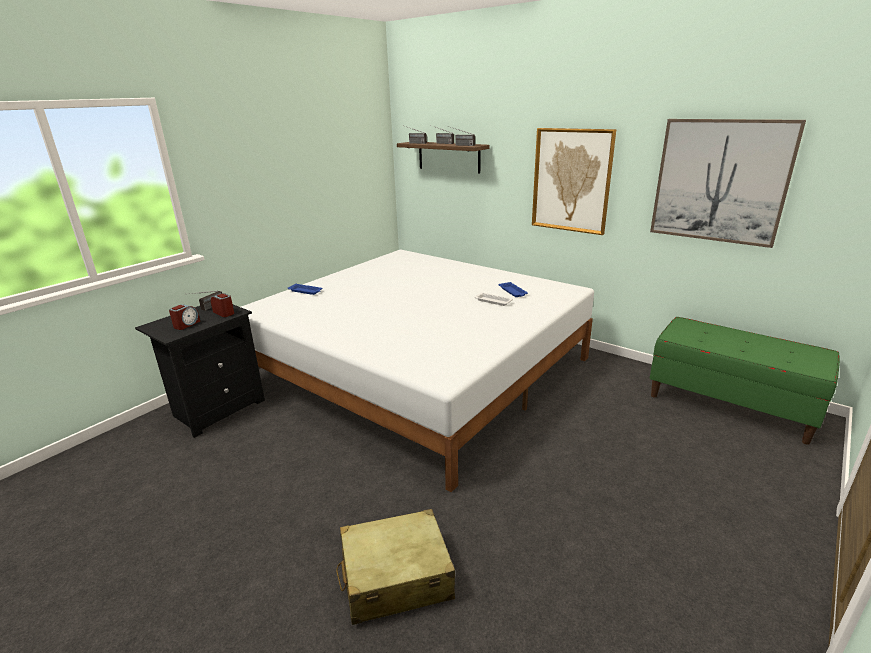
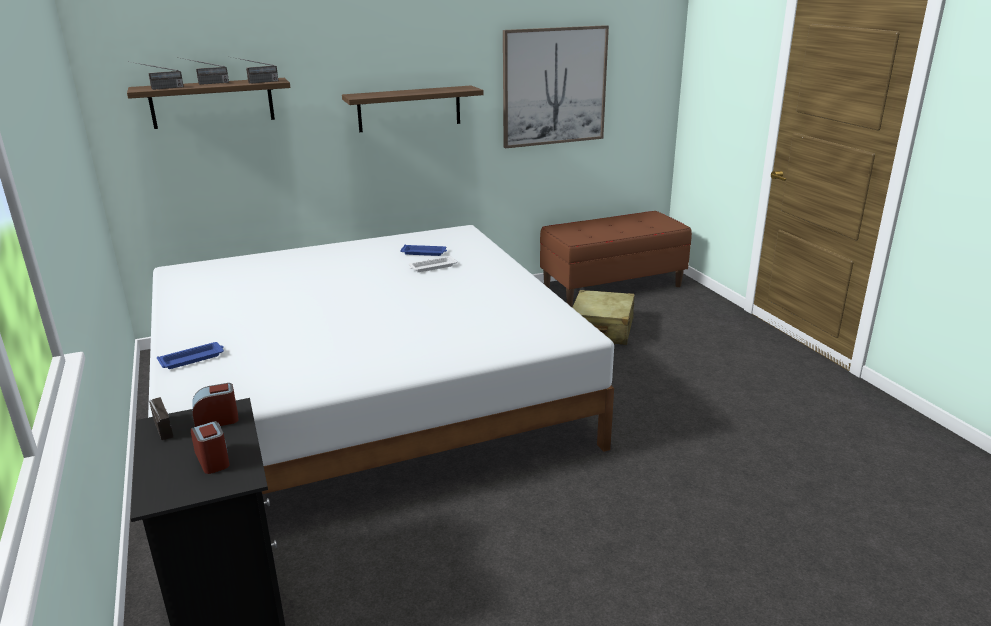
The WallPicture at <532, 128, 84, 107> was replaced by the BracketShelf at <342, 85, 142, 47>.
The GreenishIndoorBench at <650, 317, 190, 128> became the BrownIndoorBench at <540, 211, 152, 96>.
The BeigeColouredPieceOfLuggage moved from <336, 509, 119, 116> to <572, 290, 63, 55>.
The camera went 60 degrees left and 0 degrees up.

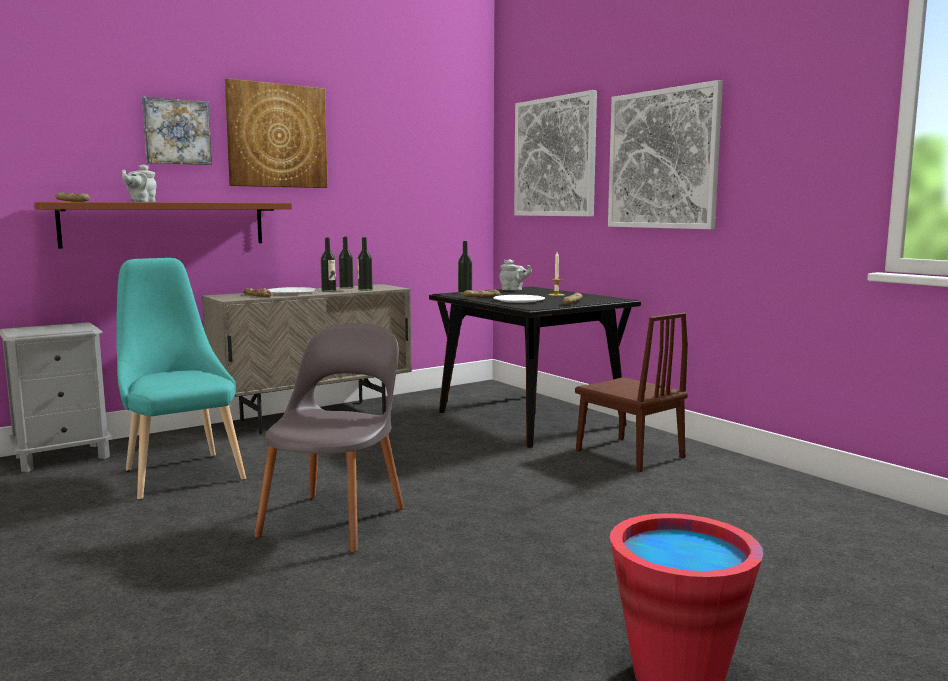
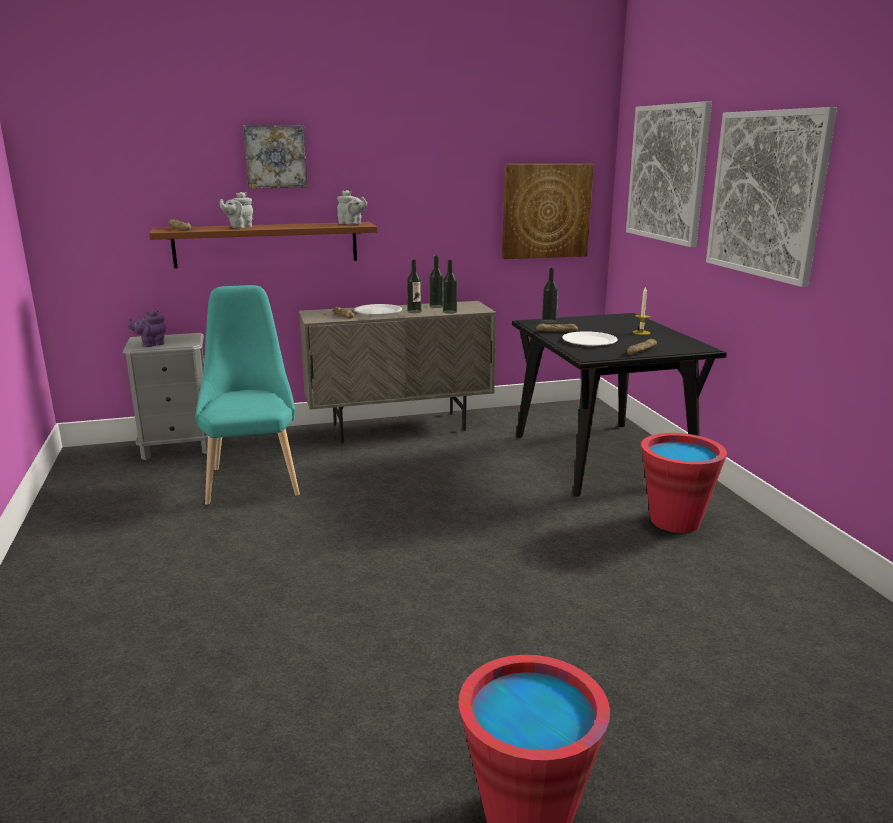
The WallPicture moved from <225, 78, 102, 110> to <502, 164, 92, 95>.
The GreyishTeapot moved from <499, 259, 33, 31> to <337, 190, 30, 35>.
The BrownUprightChair at <575, 312, 113, 160> was replaced by the RedPail at <641, 433, 86, 100>.
The GreyishUprightChair at <254, 323, 150, 229> disappeared.
The PurpleTeapot at <127, 310, 39, 37> appeared.
The camera went 20 degrees right and 10 degrees up.

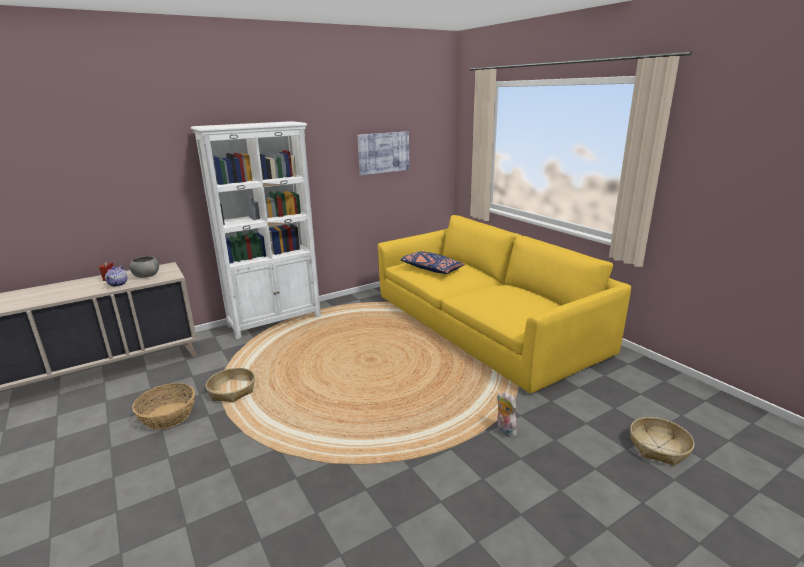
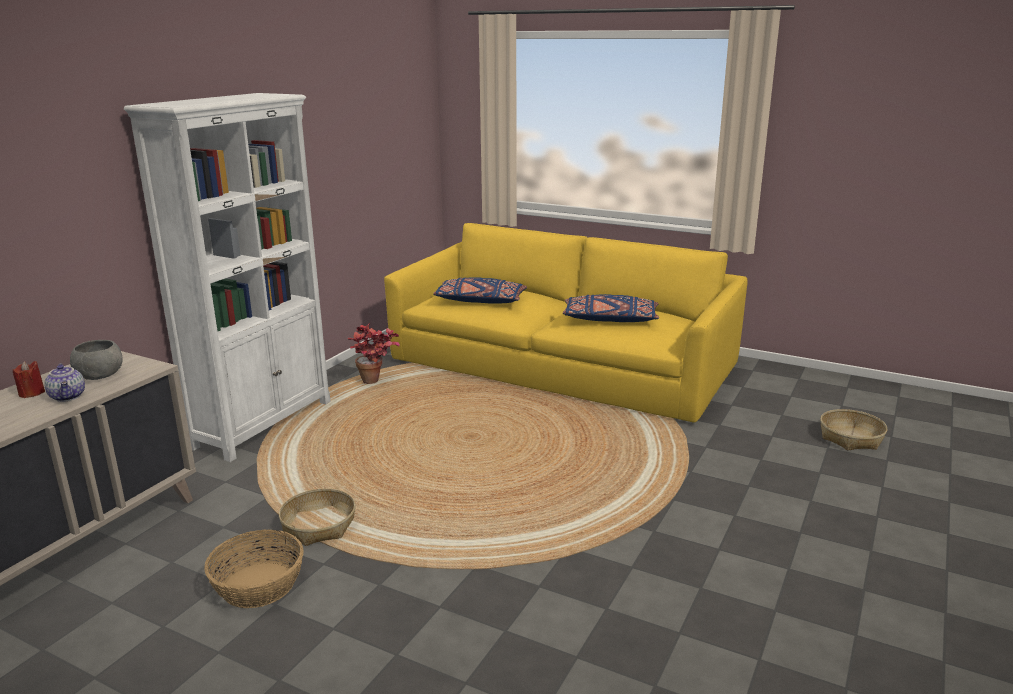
The WallPicture at <358, 131, 51, 44> disappeared.
The CuddlyToy at <497, 392, 21, 45> disappeared.
The BluishPillow at <563, 294, 96, 28> appeared.
The PottedPlant at <348, 323, 52, 61> appeared.
The camera went 30 degrees left and 0 degrees up.

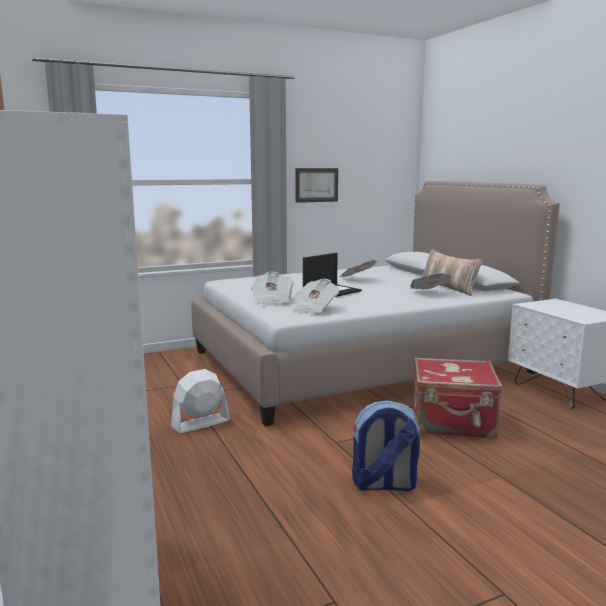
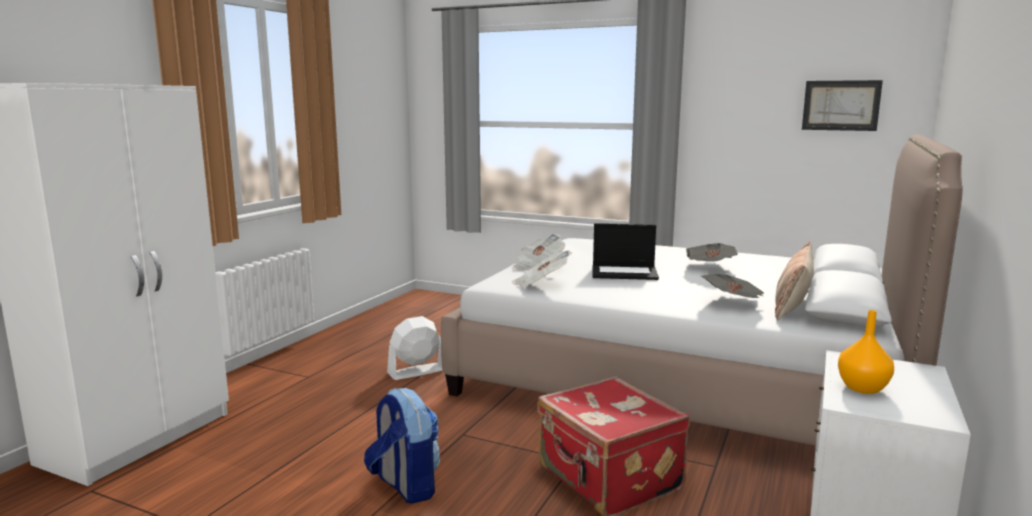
The WallPicture moved from <295, 168, 43, 35> to <802, 80, 81, 51>.
The WhiteColouredElectricFan at <171, 369, 59, 64> turned 45 degrees counterclockwise.
The OrangeColouredFlowerVase at <838, 310, 56, 84> appeared.
The camera went 50 degrees right and 0 degrees up.

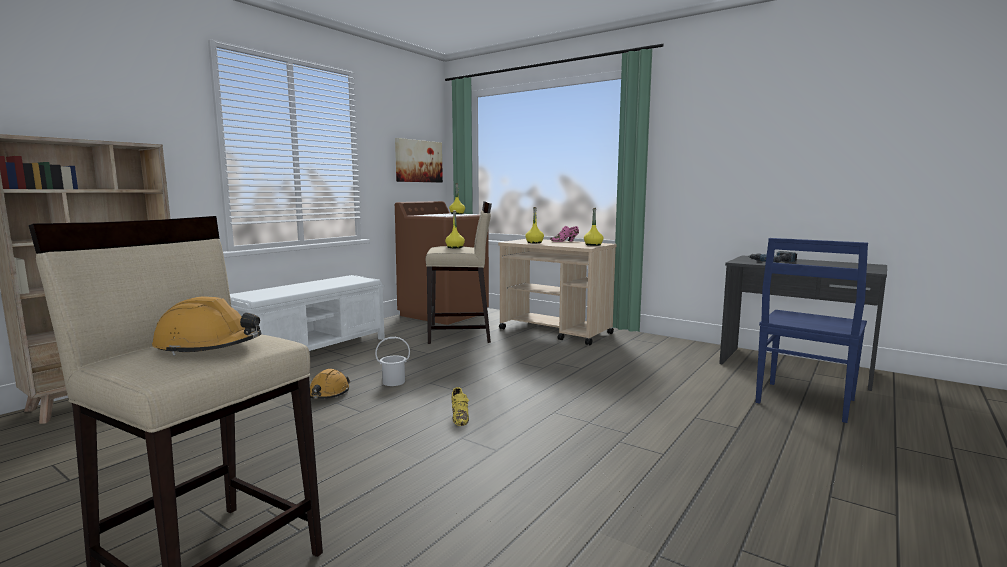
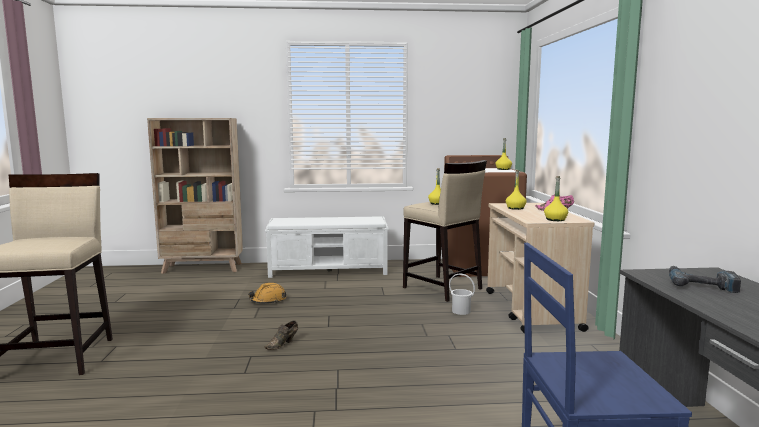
The WallPicture at <395, 138, 48, 45> disappeared.
The OrangeColouredWorkHelmet at <152, 296, 110, 60> disappeared.
The WhiteColouredPail moved from <375, 337, 35, 49> to <449, 273, 26, 42>.
The YellowishShoe at <451, 387, 18, 39> became the BrownShoe at <265, 321, 33, 29>.
The camera went 50 degrees right and 0 degrees up.

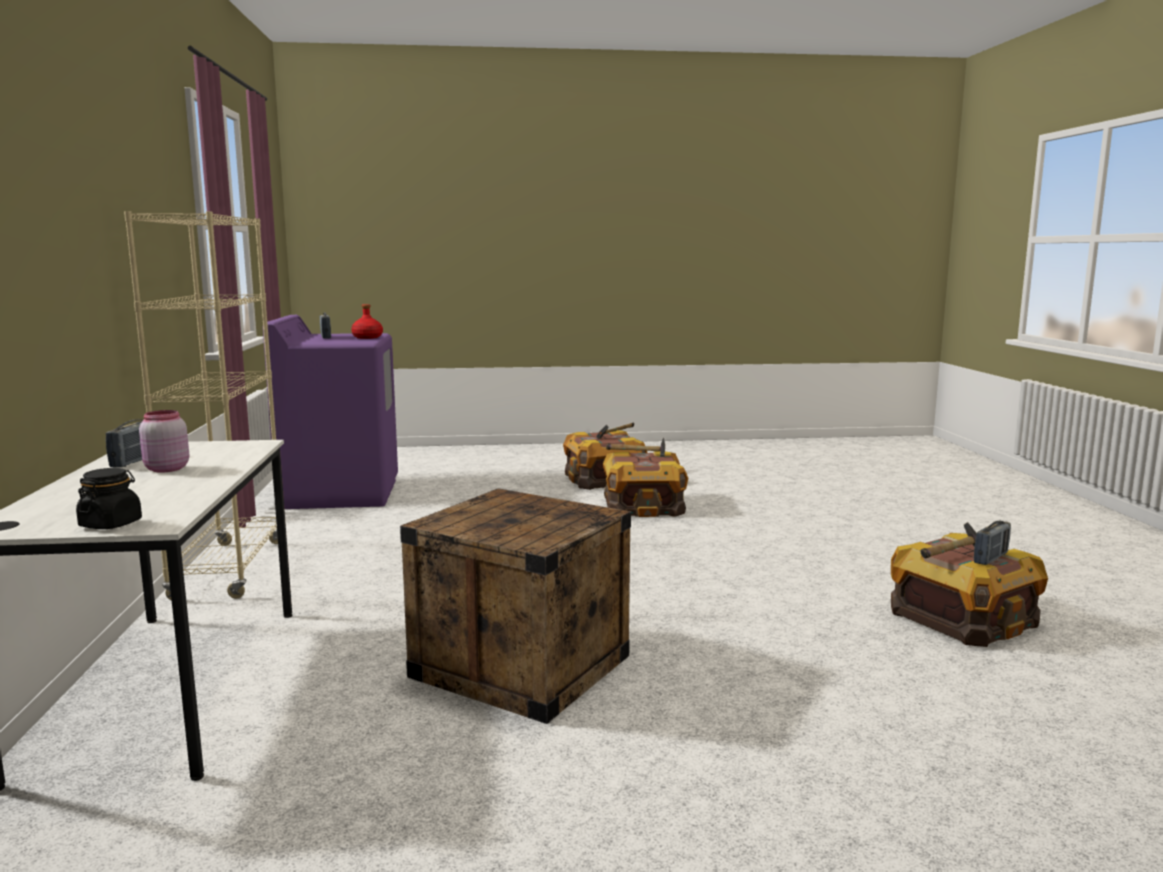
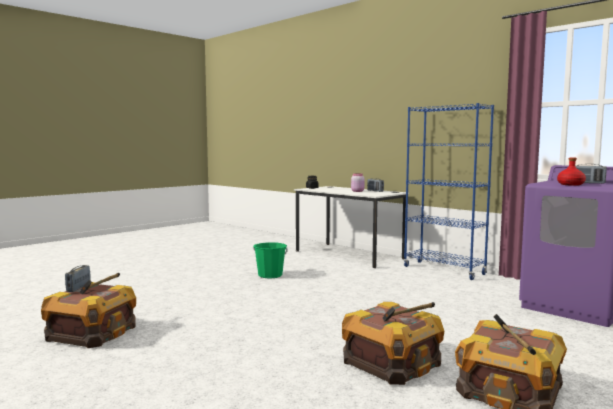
The BeigeColouredBookshelf at <124, 211, 154, 389> became the BluishBookshelf at <403, 103, 91, 177>.
The PackingCrate at <400, 488, 231, 236> was replaced by the GreenishPail at <253, 242, 35, 36>.
The camera went 140 degrees right and 5 degrees down.

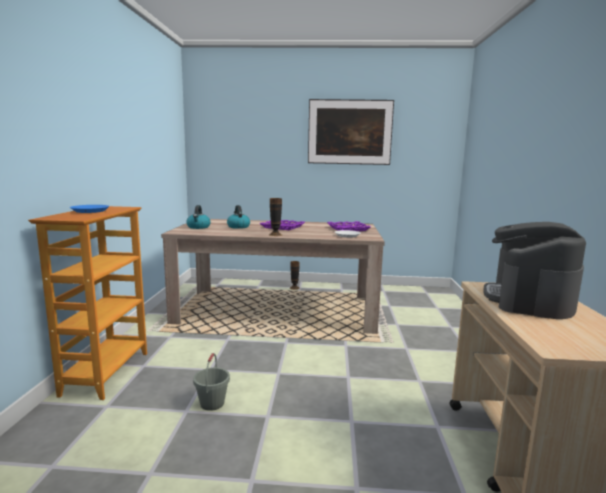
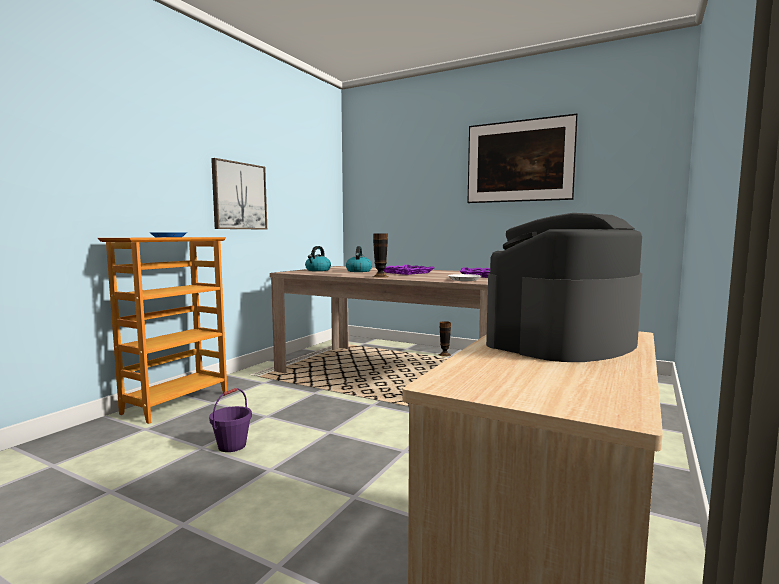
The GreyishPail at <193, 353, 37, 58> became the PurplePail at <209, 388, 43, 64>.
The WallPicture at <211, 158, 56, 72> appeared.
The camera went 25 degrees right and 5 degrees down.

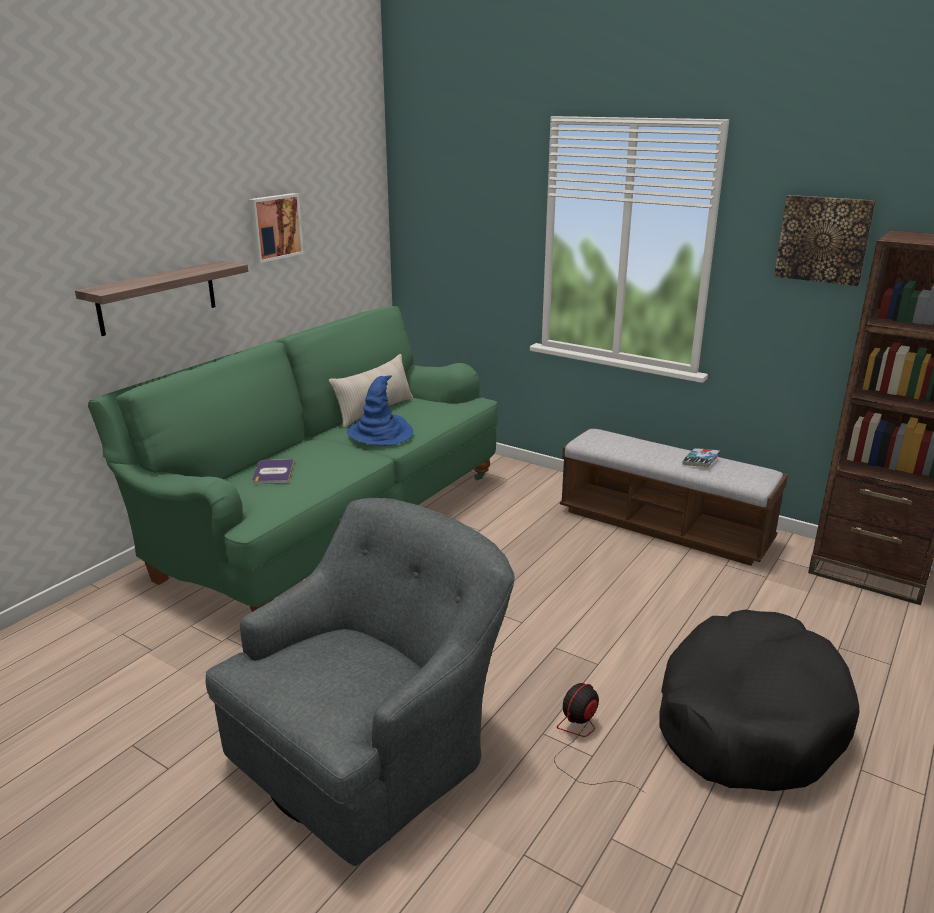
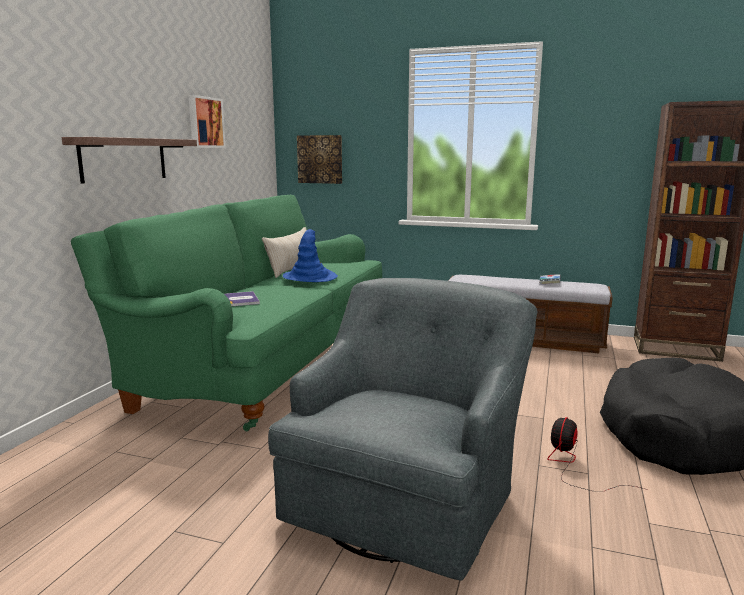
The WallPicture moved from <774, 195, 102, 91> to <297, 135, 45, 49>.
The camera went 15 degrees left and 10 degrees down.

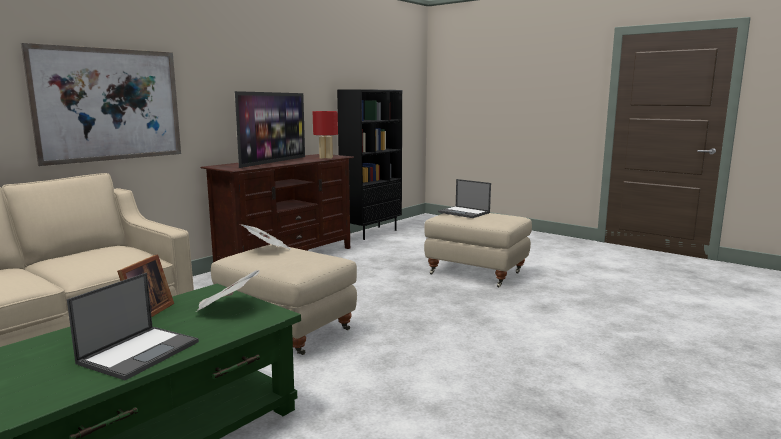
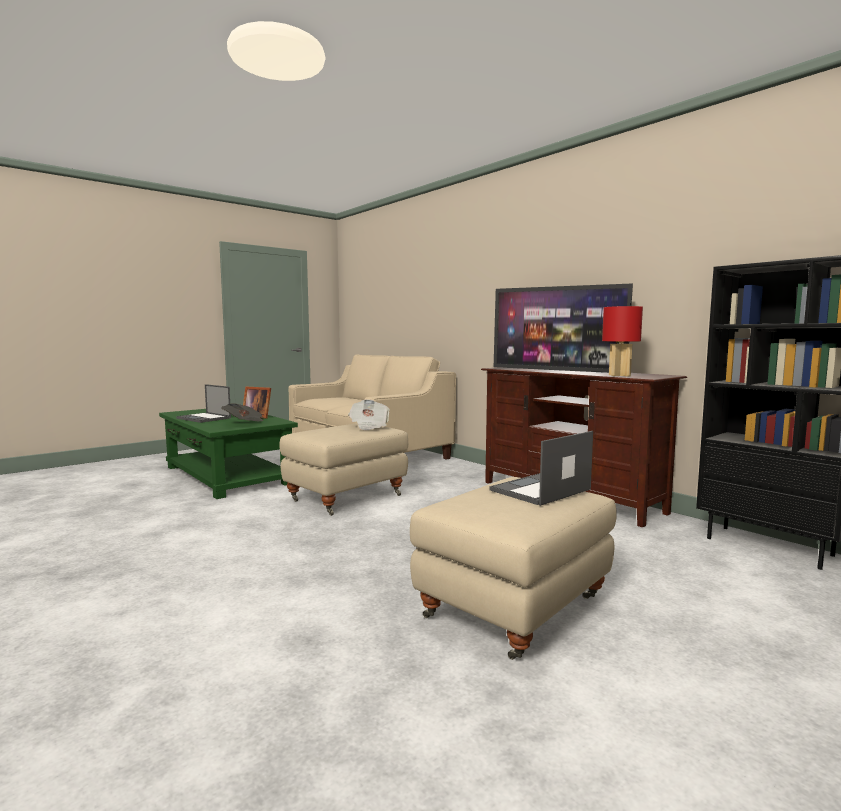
The WallPicture at <21, 43, 160, 123> disappeared.
The camera went 100 degrees right and 5 degrees down.

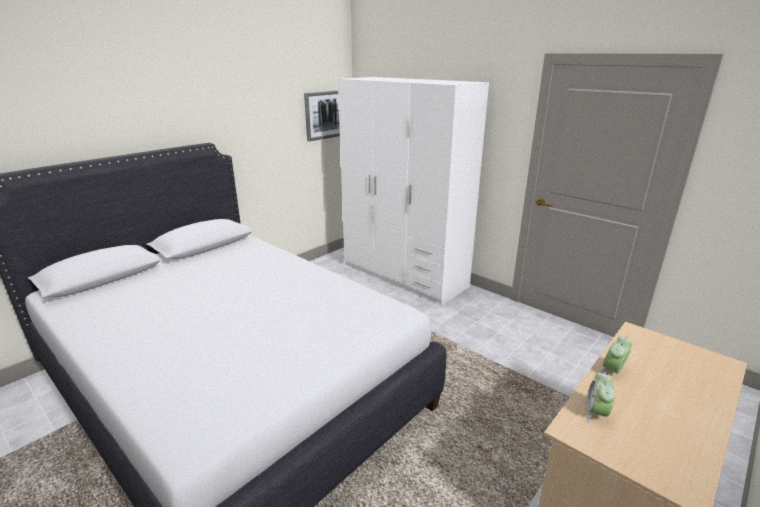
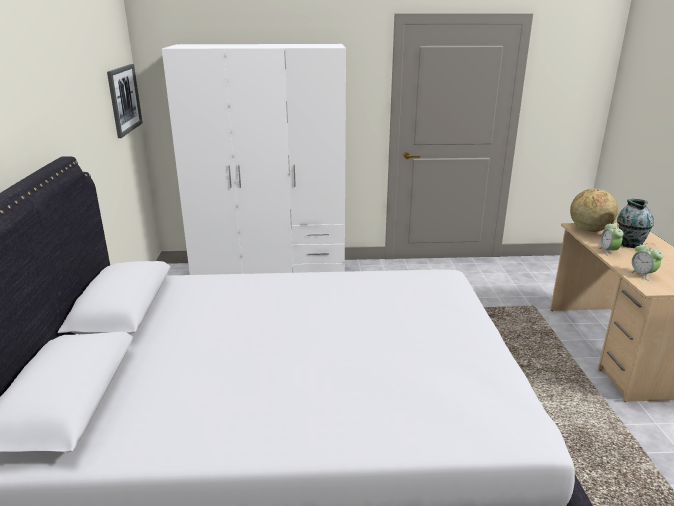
The WorldGlobe at <570, 188, 48, 44> appeared.
The FlowerVase at <617, 199, 37, 49> appeared.
The camera went 45 degrees left and 0 degrees up.

